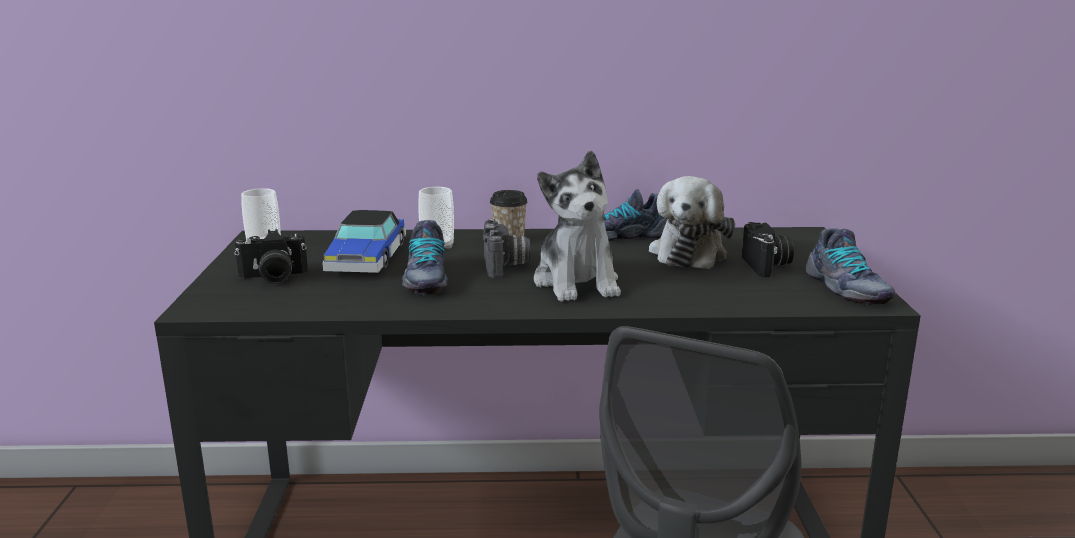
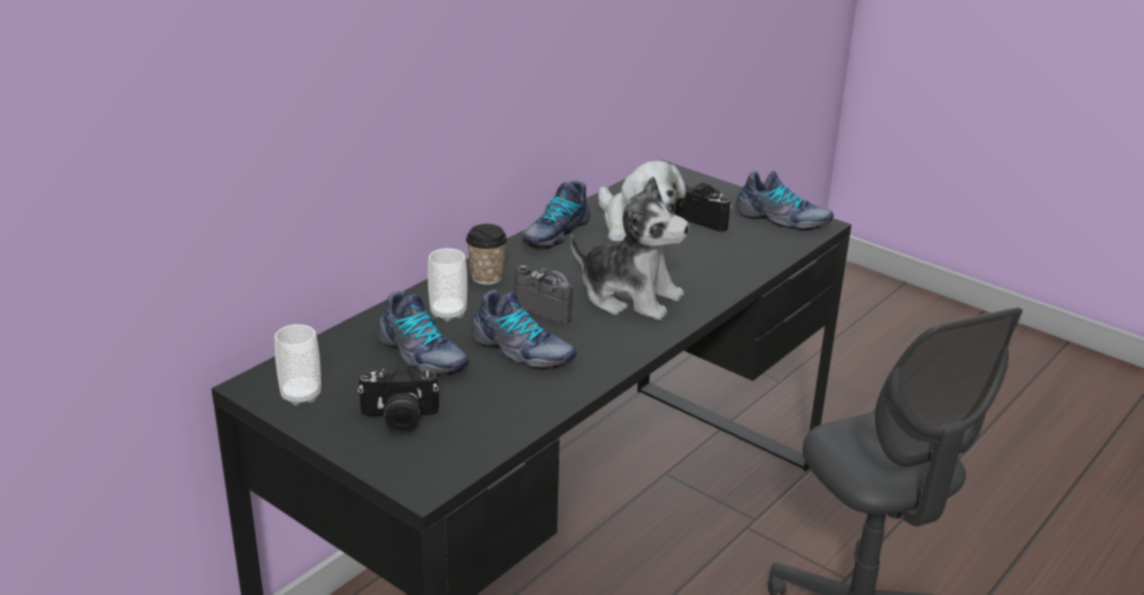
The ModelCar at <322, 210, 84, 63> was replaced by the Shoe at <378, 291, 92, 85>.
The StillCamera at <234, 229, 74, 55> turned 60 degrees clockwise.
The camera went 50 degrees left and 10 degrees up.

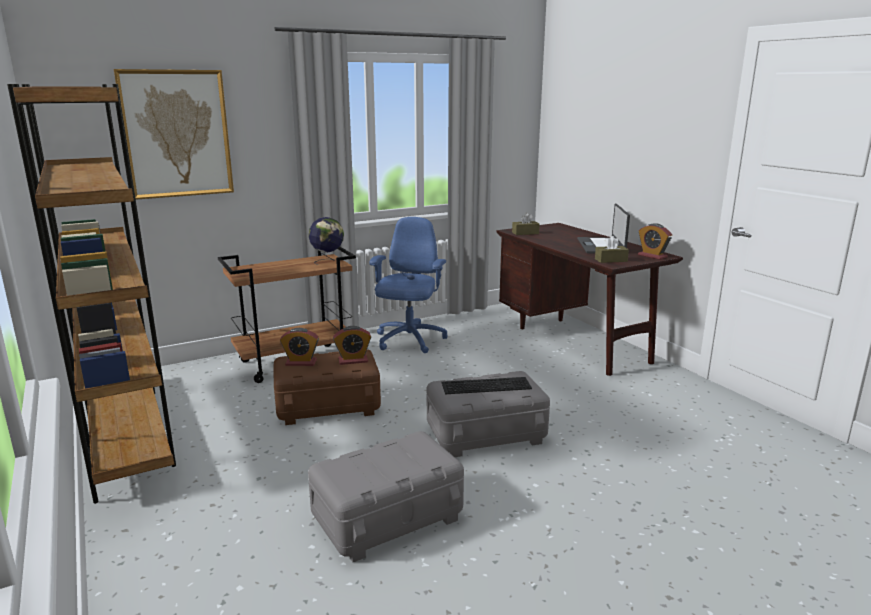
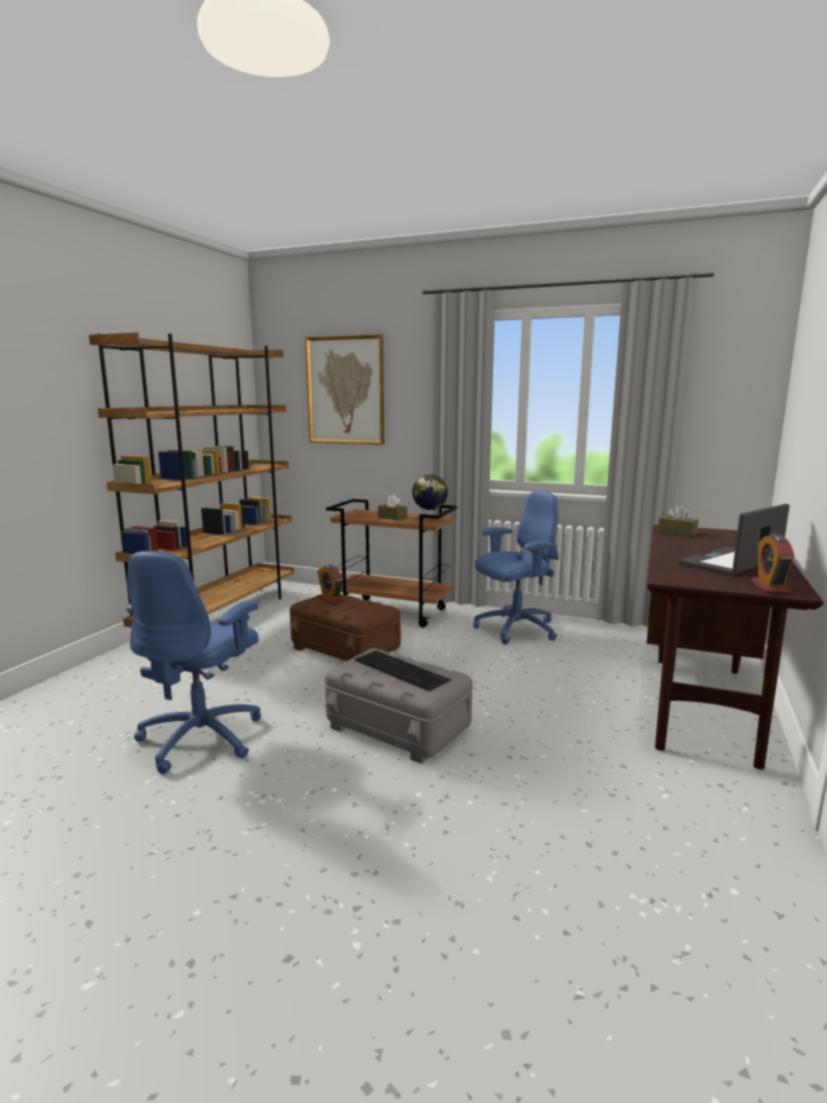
The BrownTissueHolder moved from <595, 236, 34, 27> to <378, 495, 29, 26>.
The AlarmClock at <333, 326, 38, 39> disappeared.
The GreyishStorageContainer at <308, 431, 156, 131> was replaced by the BluishOfficeChair at <126, 551, 135, 223>.
The camera went 50 degrees right and 5 degrees down.

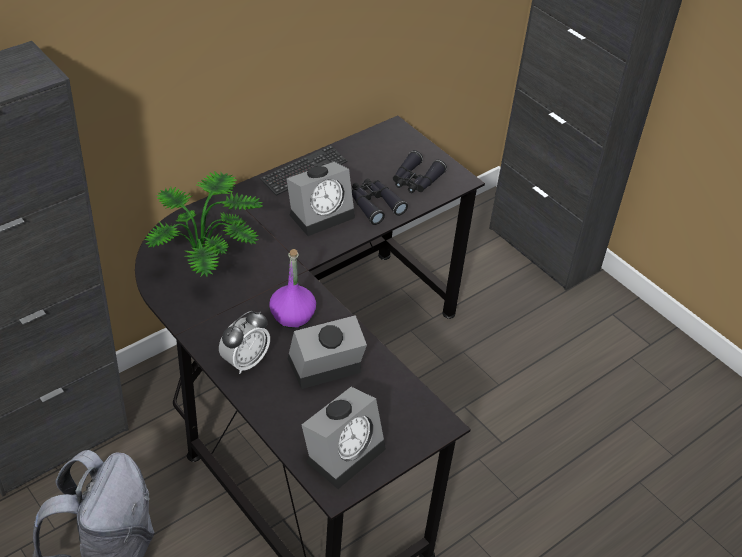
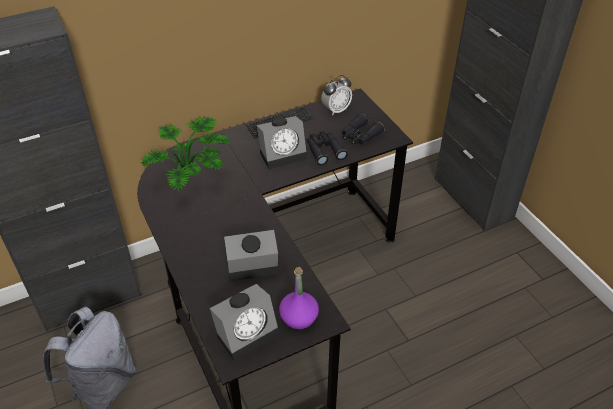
The PurpleBeverageBottle moved from <269, 249, 47, 79> to <279, 267, 40, 63>.
The AlarmClock moved from <219, 311, 51, 63> to <321, 75, 31, 41>.
The camera went 15 degrees right and 0 degrees up.

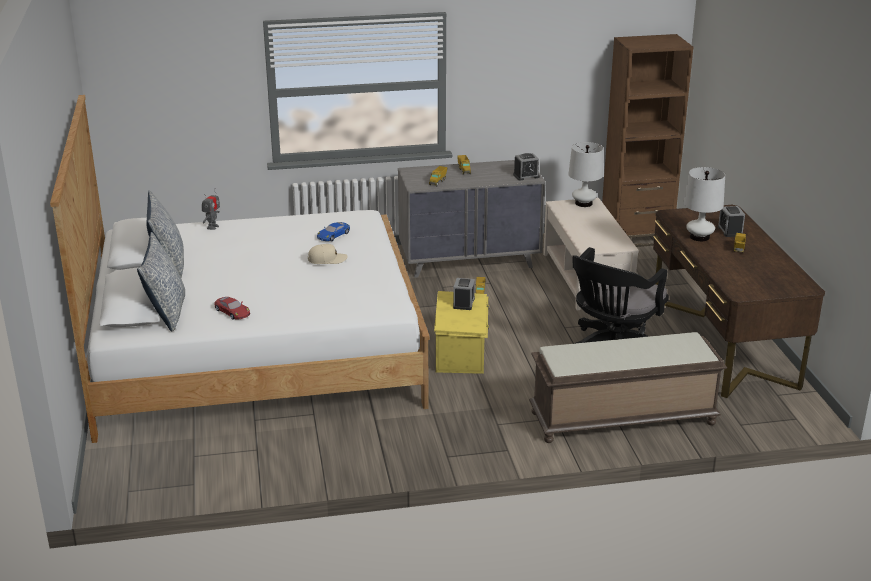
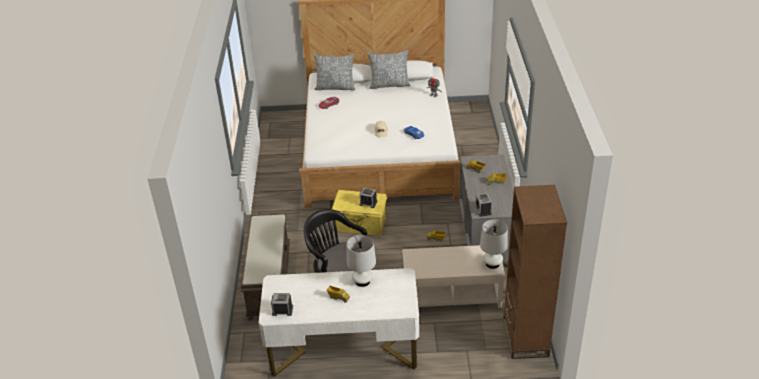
The BrownDeskUnit at <653, 205, 172, 193> became the WhiteColouredDeskUnit at <259, 268, 160, 109>.
The AlarmClock moved from <718, 206, 27, 31> to <271, 293, 22, 23>.
The camera went 100 degrees right and 10 degrees up.

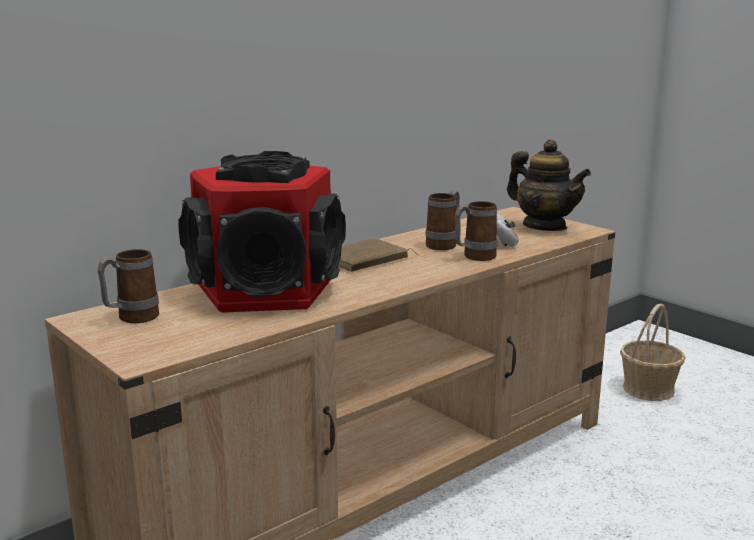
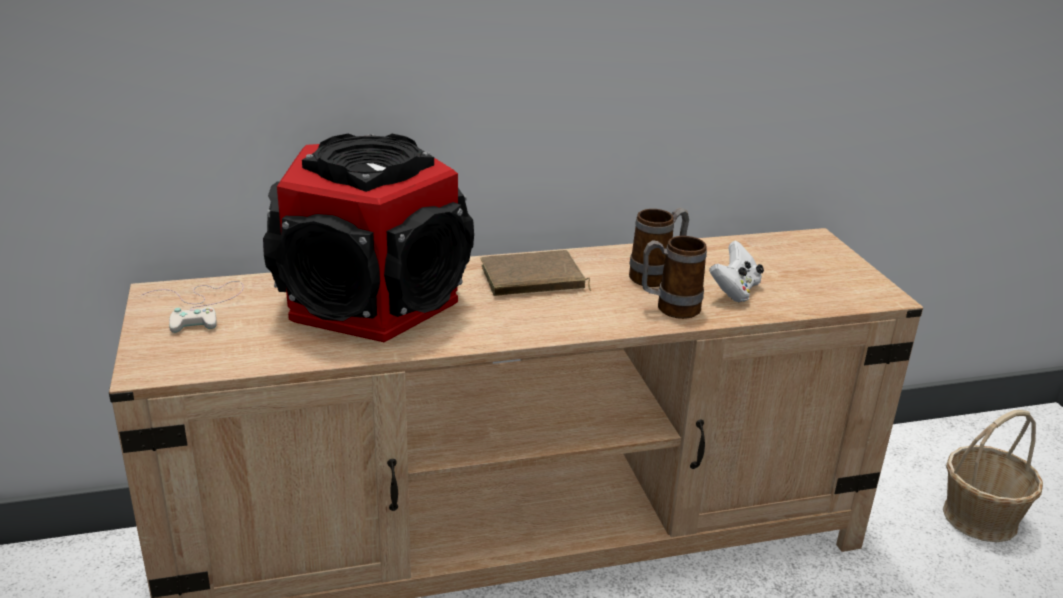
The Teapot at <507, 140, 84, 91> disappeared.
The Mug at <98, 249, 61, 74> was replaced by the WhiteColouredGamepad at <142, 281, 102, 52>.
The camera went 25 degrees right and 10 degrees up.

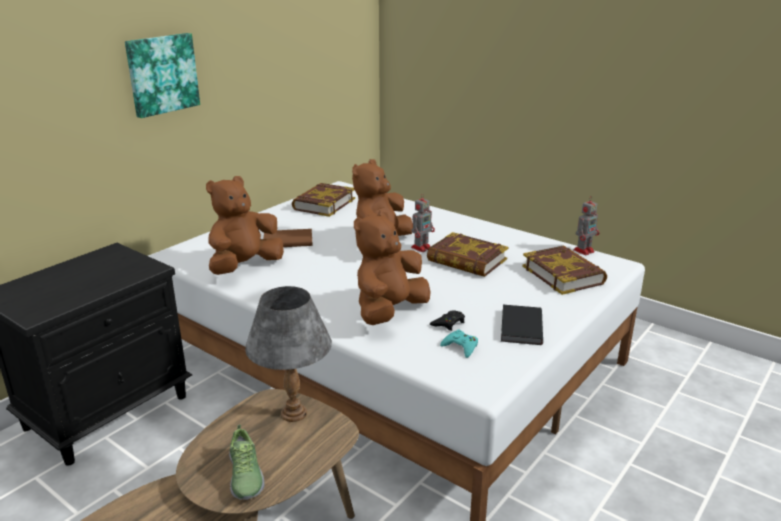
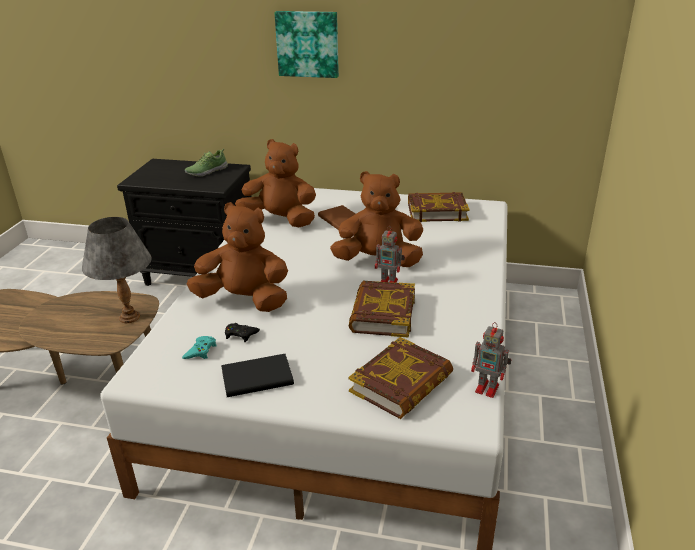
The Shoe moved from <229, 424, 36, 76> to <185, 149, 43, 28>.
The camera went 65 degrees right and 5 degrees up.

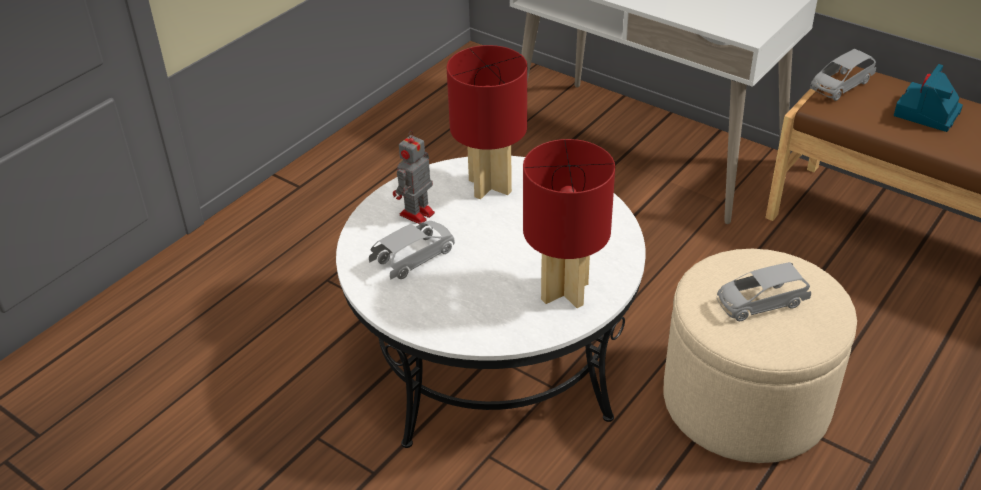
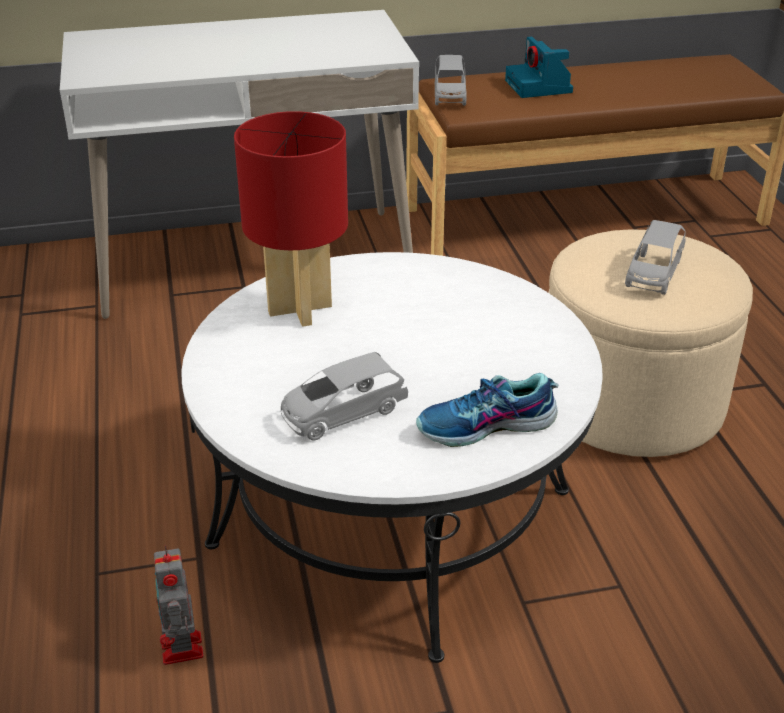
The ToyRobot moved from <393, 130, 42, 93> to <154, 545, 50, 120>.
The RedTableLamp at <523, 139, 92, 169> disappeared.
The GreyishModelCar at <369, 221, 86, 59> turned 120 degrees counterclockwise.
The Shoe at <416, 373, 142, 74> appeared.
The camera went 50 degrees left and 5 degrees down.

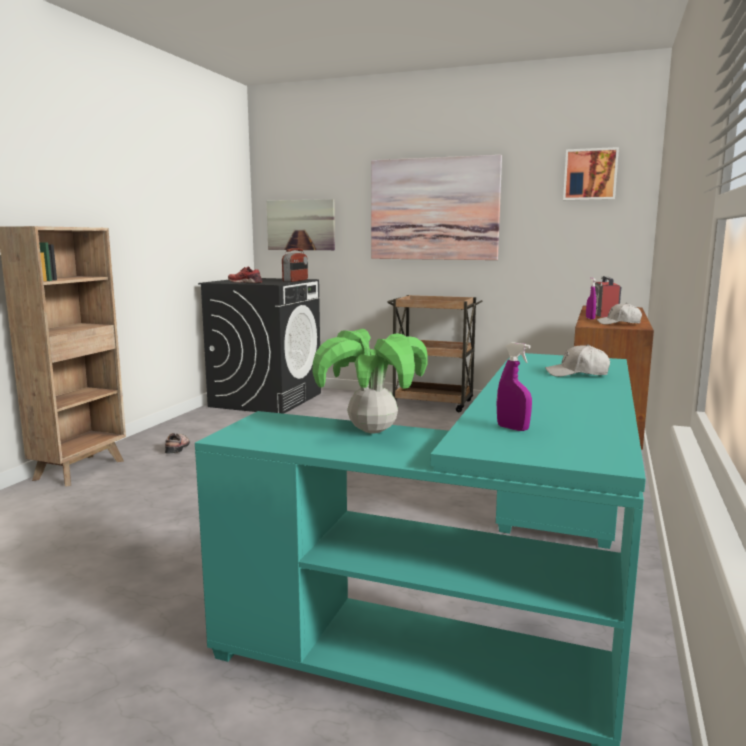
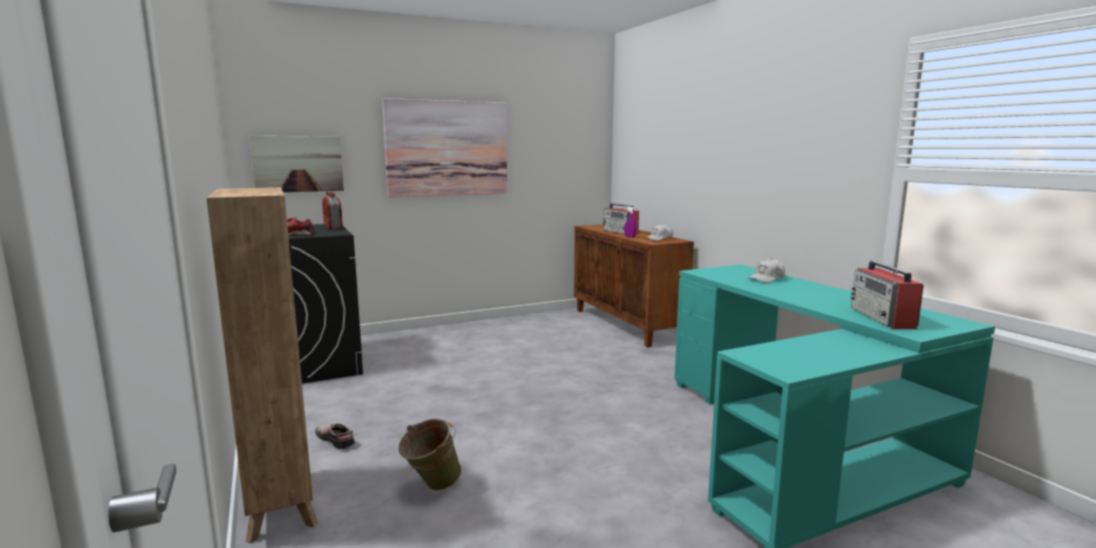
The WallPicture at <563, 147, 56, 53> disappeared.
The BrownWheeledCart at <387, 295, 96, 117> disappeared.
The PottedPlant at <312, 329, 116, 105> disappeared.
The PurpleSprayer at <497, 342, 35, 89> was replaced by the RadioReceiver at <851, 261, 73, 68>.
The GreenishPail at <399, 418, 63, 73> appeared.
The camera went 45 degrees left and 0 degrees up.

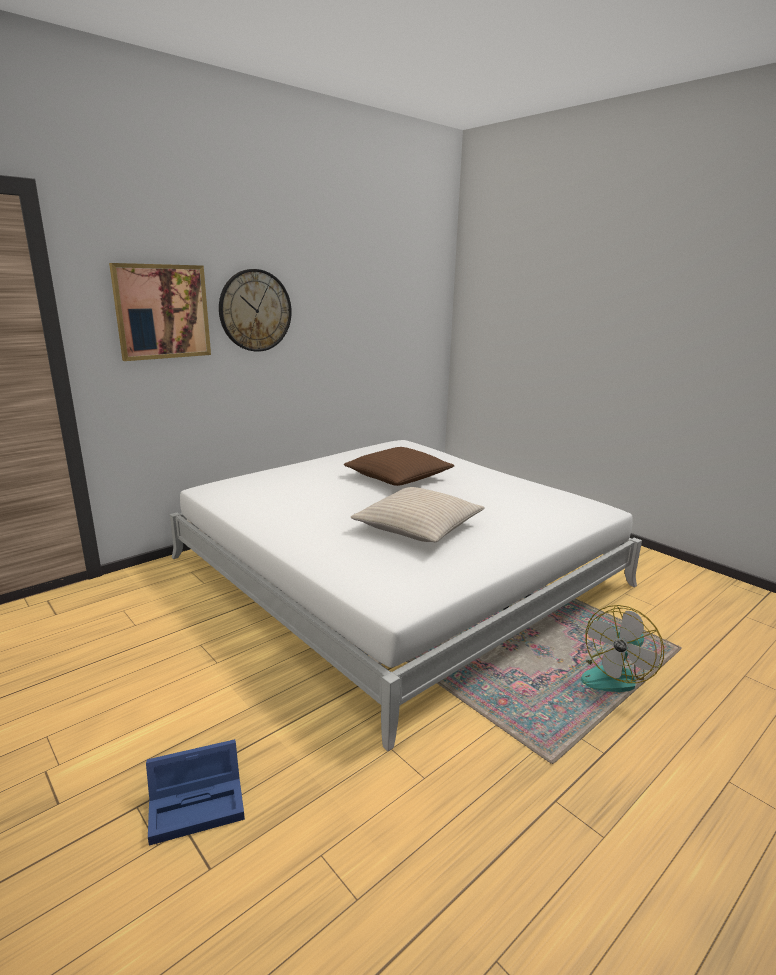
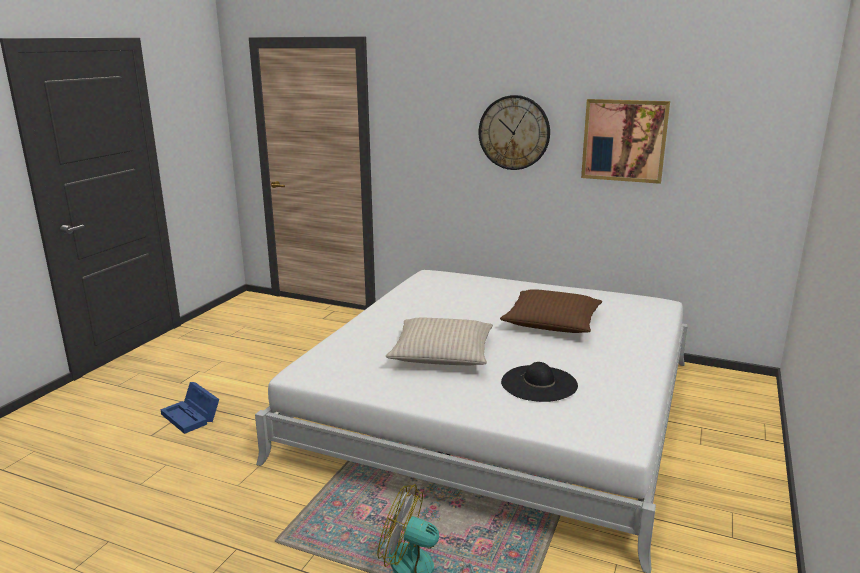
The WallPicture moved from <109, 263, 102, 98> to <581, 99, 89, 85>.
The BlackColouredHat at <501, 362, 77, 40> appeared.
The camera went 65 degrees right and 0 degrees up.

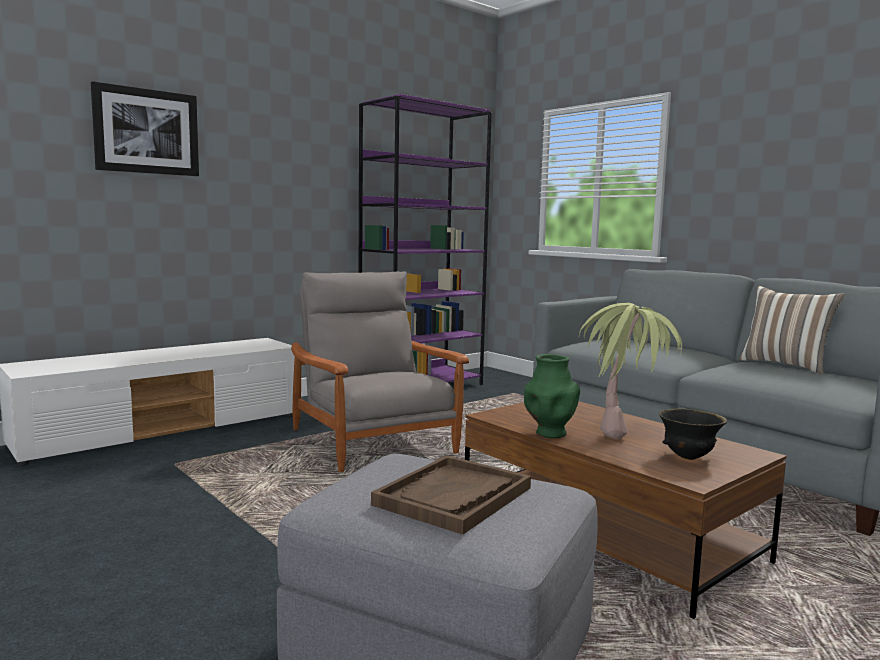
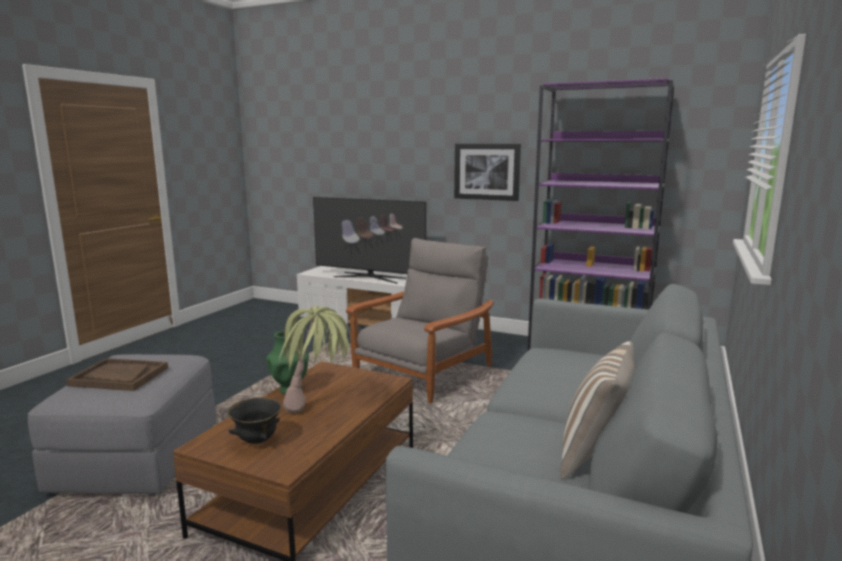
The WallPicture moved from <91, 81, 108, 95> to <454, 144, 67, 57>.
The Television at <313, 197, 113, 87> appeared.
The camera went 65 degrees right and 5 degrees up.

